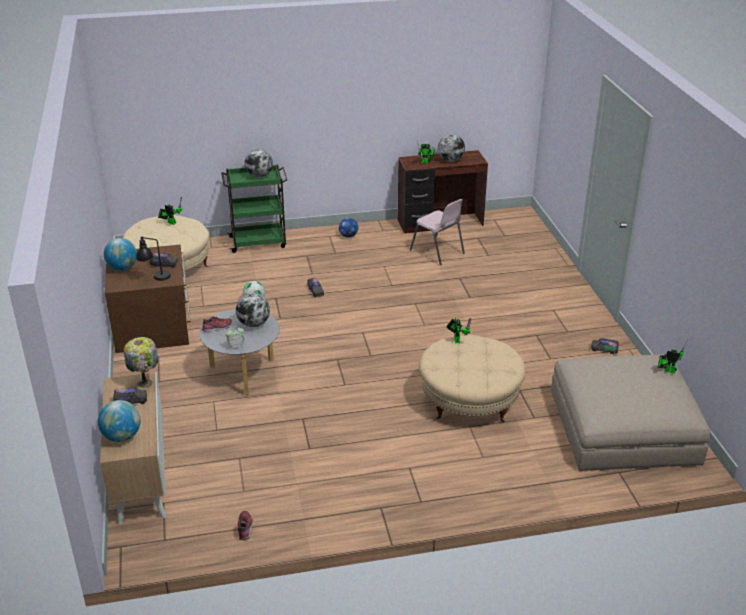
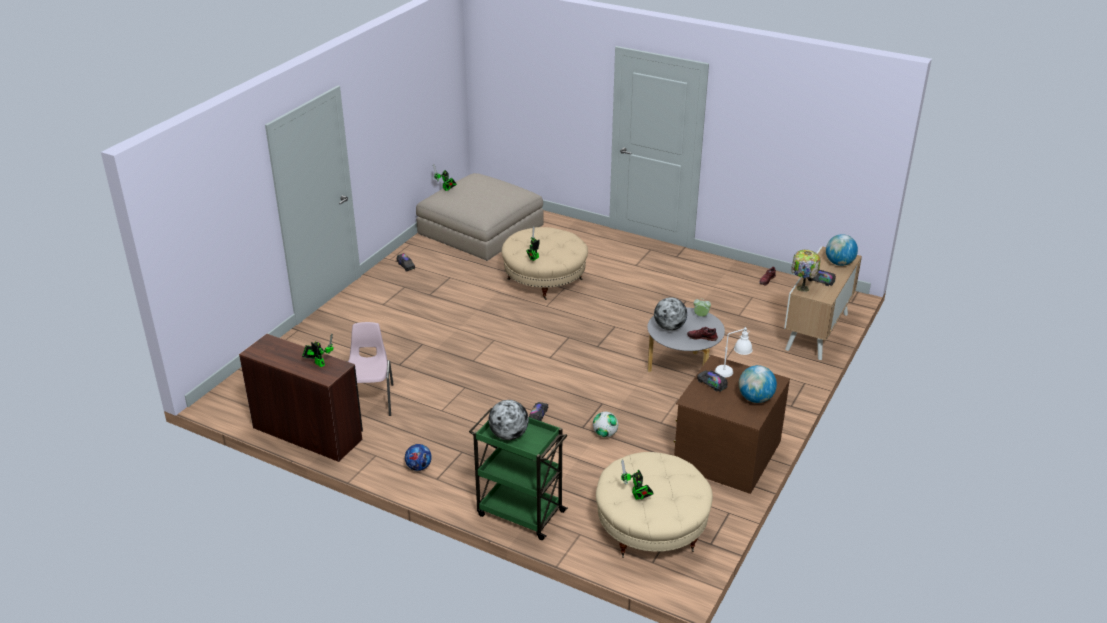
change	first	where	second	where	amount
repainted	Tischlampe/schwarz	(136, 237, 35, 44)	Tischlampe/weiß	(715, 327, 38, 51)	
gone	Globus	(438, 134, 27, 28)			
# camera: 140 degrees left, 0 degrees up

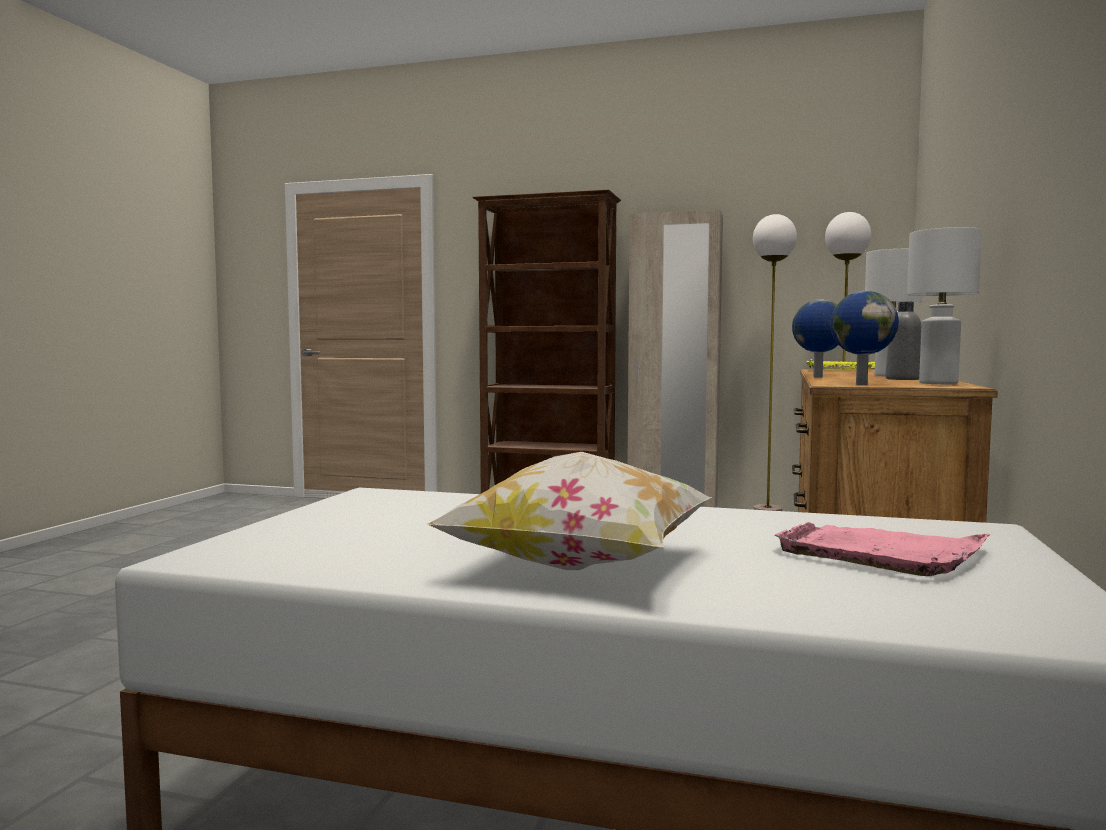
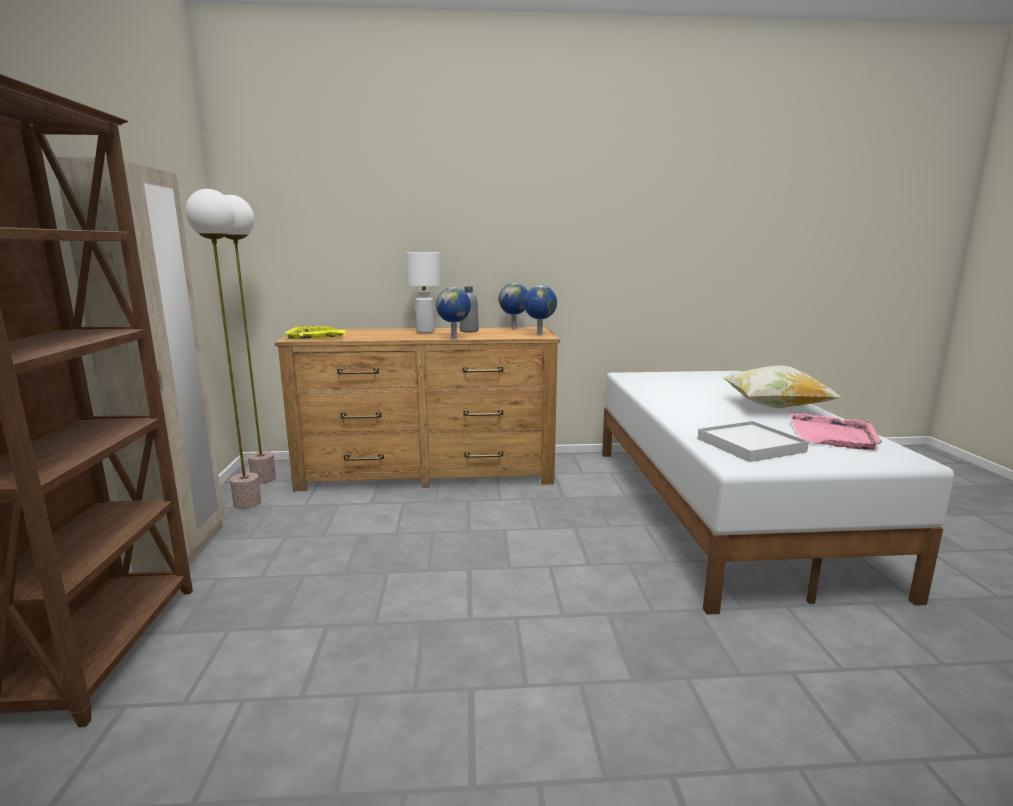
change	first	where	second	where	amount
swapped	Tischlampe/weiß	(907, 227, 75, 157)	Globus	(498, 283, 30, 47)	
new			Tablett/weiß	(698, 421, 111, 41)	
shifted	Tablett/rosa	(774, 522, 217, 54)		(790, 413, 92, 37)	
# camera: 110 degrees left, 10 degrees up

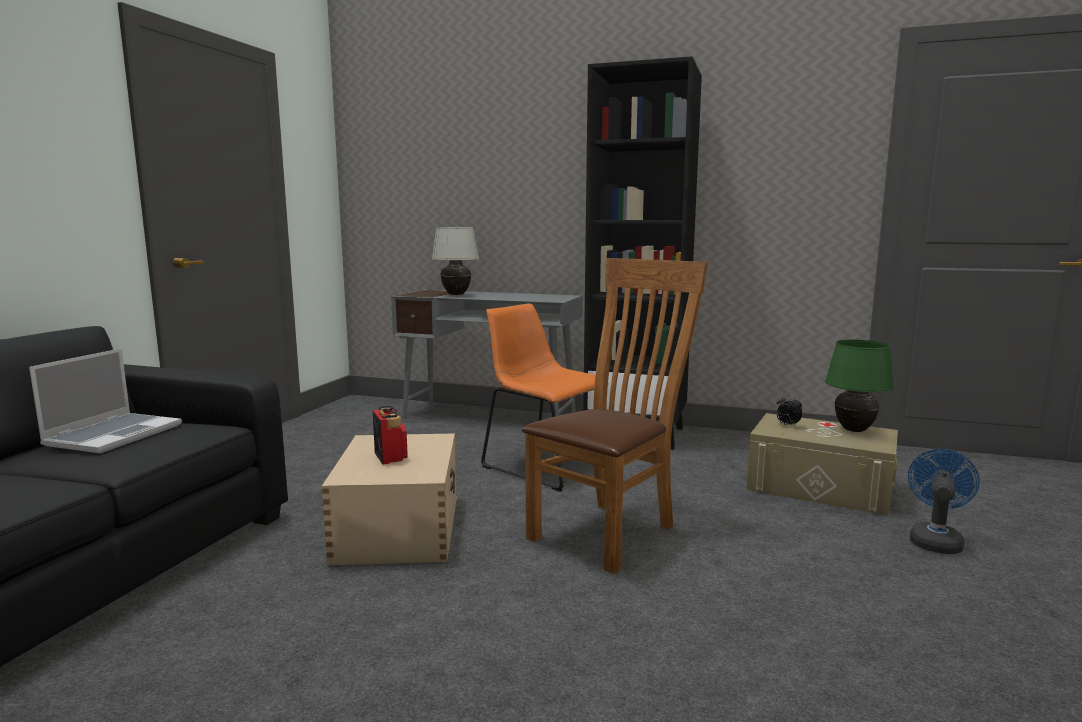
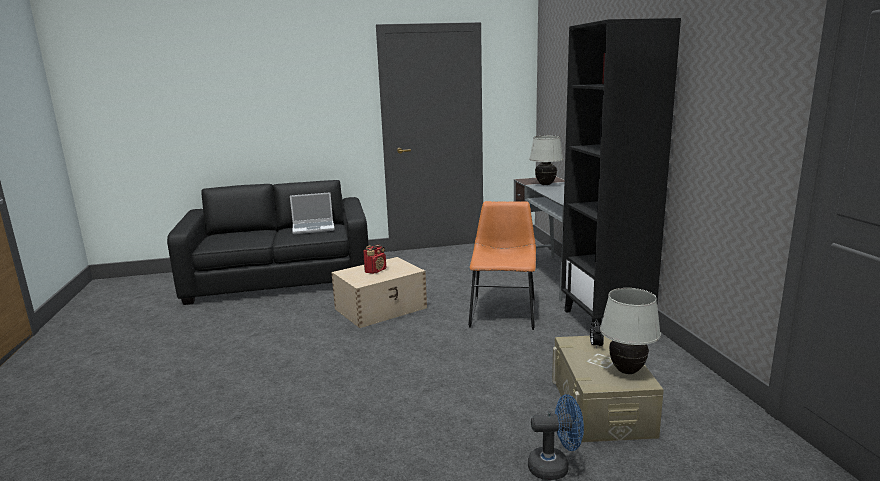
change	first	where	second	where	amount
repainted	Tischlampe/grün	(825, 339, 69, 93)	Tischlampe/weiß	(600, 288, 61, 86)	
gone	Stuhl/braun	(522, 258, 186, 316)			
# camera: 60 degrees right, 5 degrees up

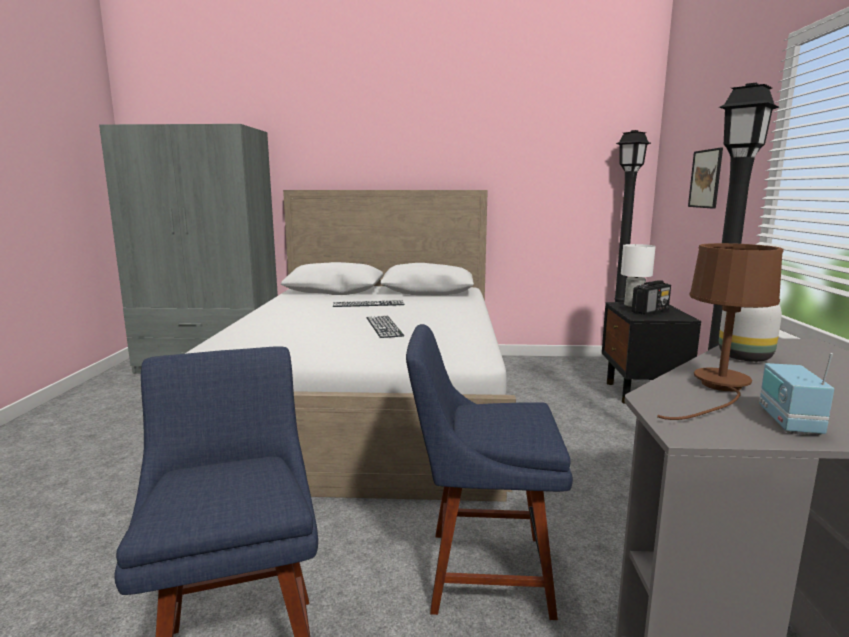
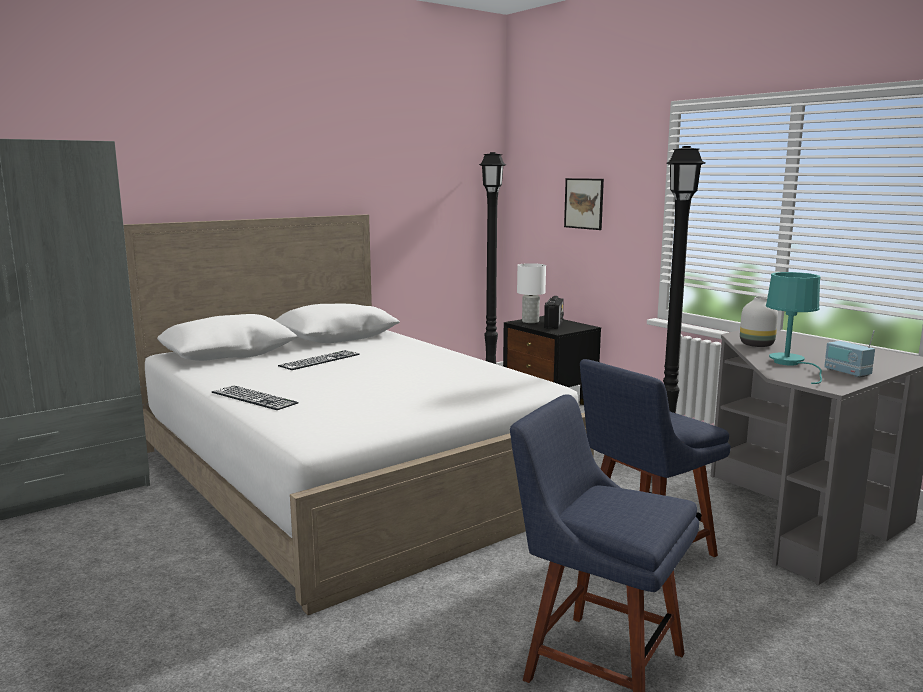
change	first	where	second	where	amount
shifted	Tastatur	(366, 316, 38, 22)		(212, 385, 87, 25)	
repainted	Tischlampe/braun	(657, 243, 126, 177)	Tischlampe/türkis	(766, 272, 56, 112)	
# camera: 40 degrees left, 0 degrees up

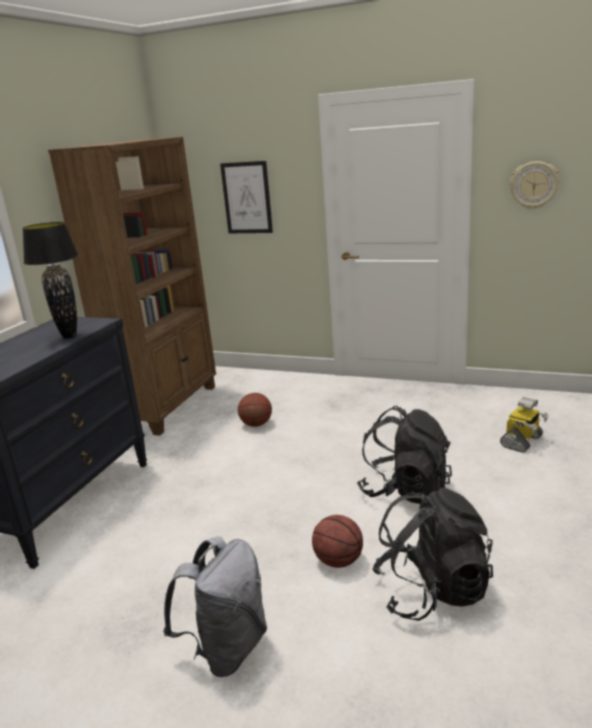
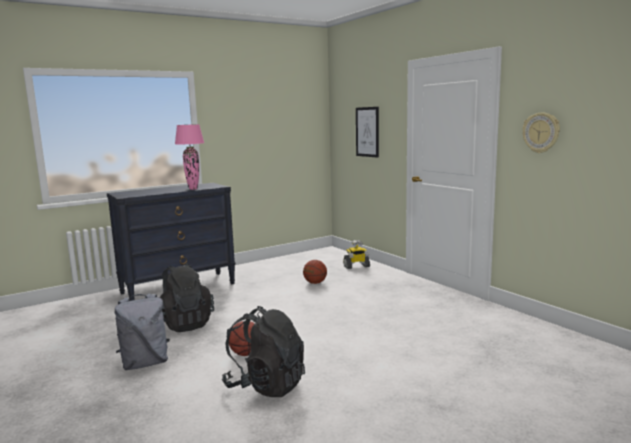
change	first	where	second	where	amount
shifted	Rucksack/schwarz	(357, 406, 95, 98)		(160, 263, 54, 69)	
repainted	Tischlampe/schwarz	(22, 222, 57, 117)	Tischlampe/rosa	(175, 124, 29, 66)	
shifted	Spielzeugroboter	(500, 397, 49, 56)		(343, 240, 27, 29)	
gone	Bücherregal/braun	(48, 137, 168, 299)			
# camera: 35 degrees right, 10 degrees down

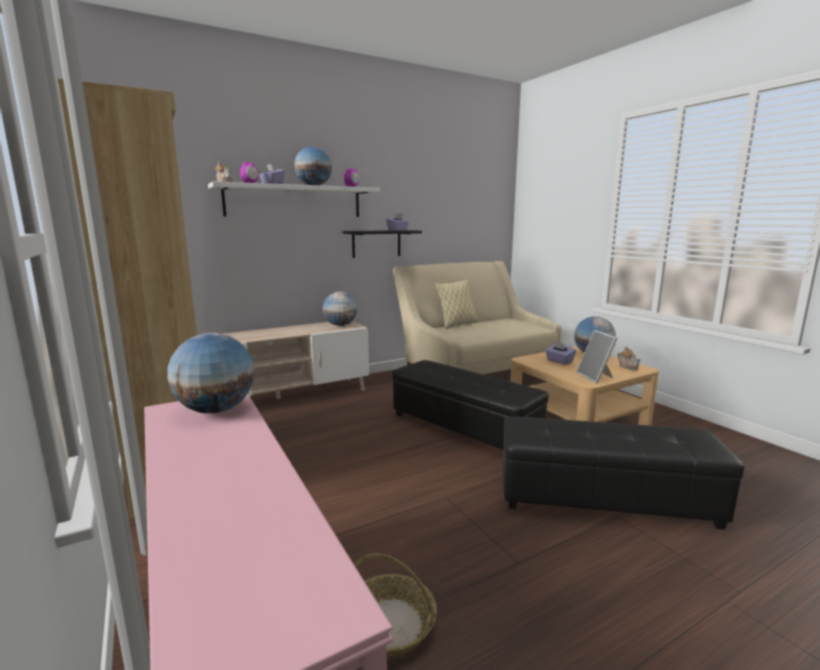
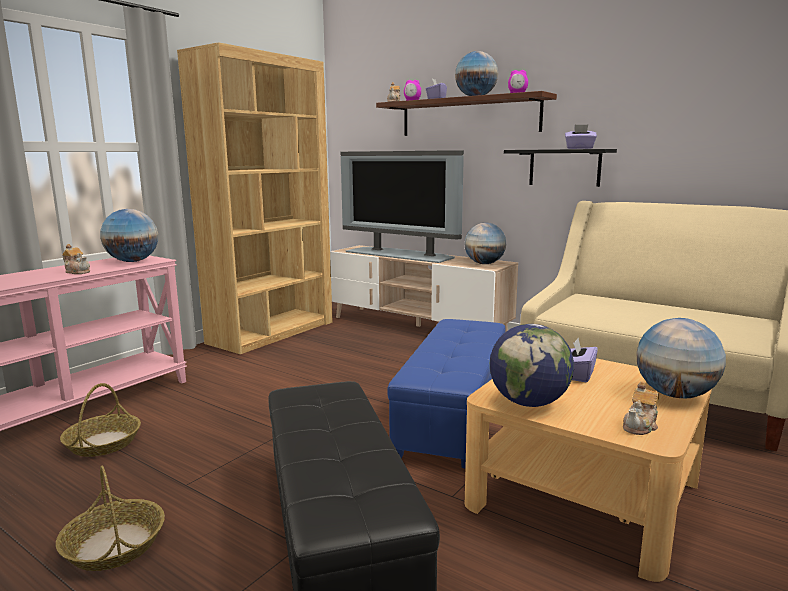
change	first	where	second	where	amount
new			Korb	(56, 466, 109, 105)	
new			Teekanne	(62, 244, 28, 30)	
new			Fernseher	(340, 150, 124, 113)	
repainted	Wandregal/weiß	(208, 182, 172, 35)	Wandregal/braun	(376, 91, 181, 45)	
repainted	Polsterhocker/schwarz	(392, 360, 157, 90)	Polsterhocker/blau	(387, 319, 119, 149)	
swapped	Bilderrahmen	(576, 330, 41, 53)	Globus	(490, 324, 84, 83)	
gone	Kissen	(435, 279, 43, 50)			
# camera: 65 degrees right, 0 degrees up

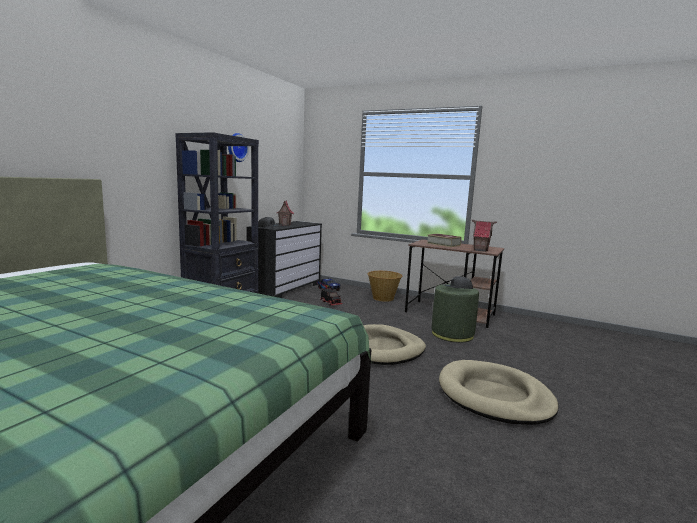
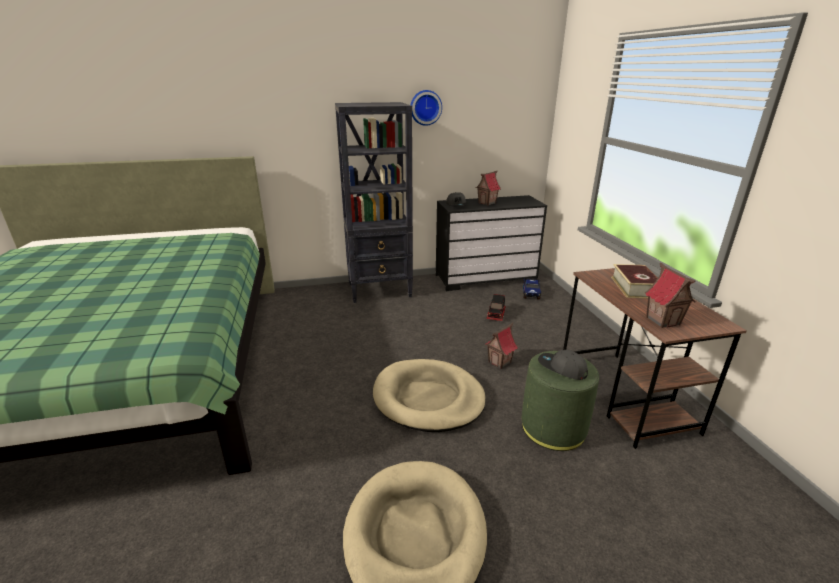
change	first	where	second	where	amount
new			Spielzeughaus	(485, 323, 33, 46)	
gone	Korb	(367, 271, 35, 31)			
# camera: 50 degrees right, 15 degrees up

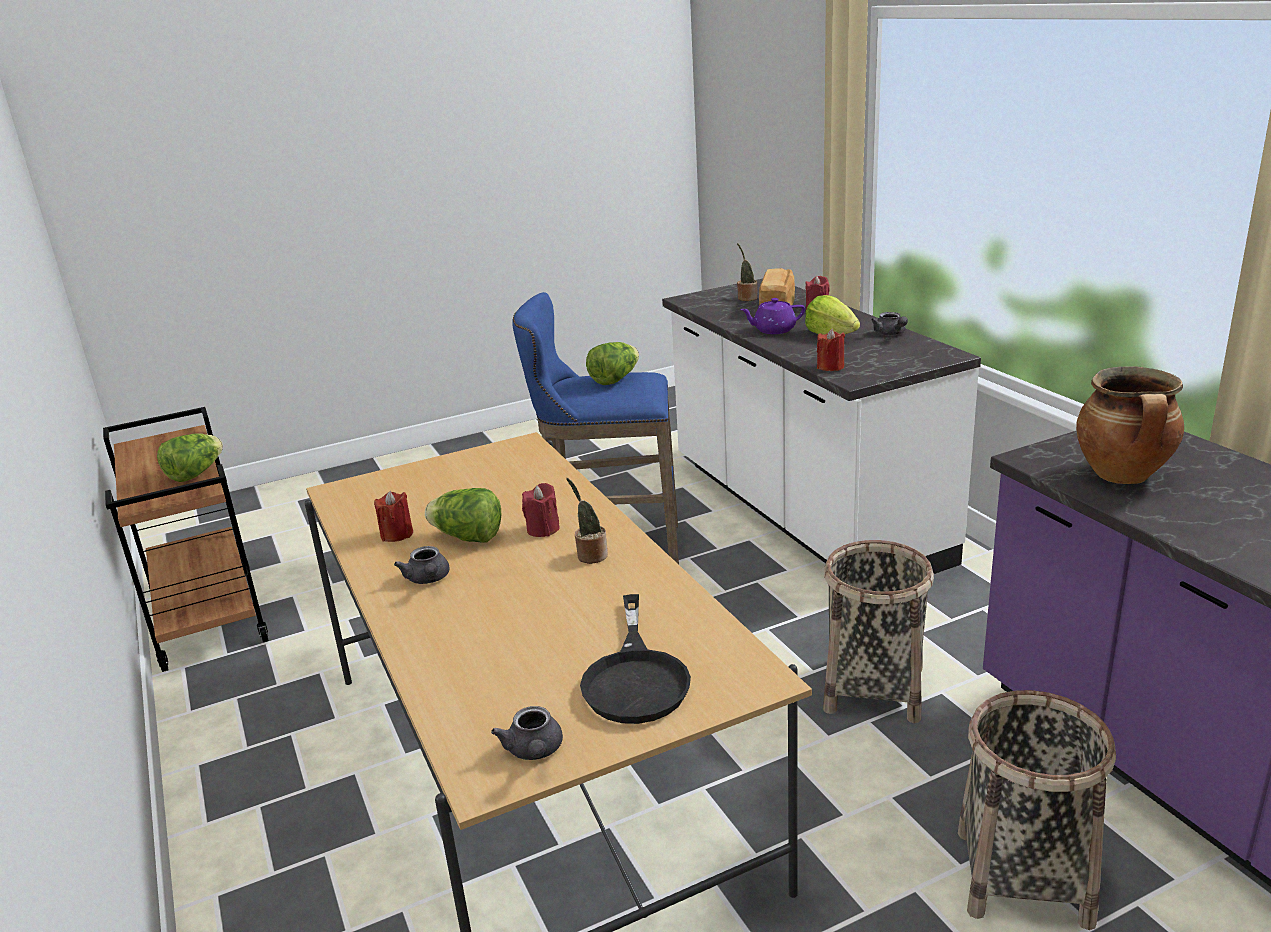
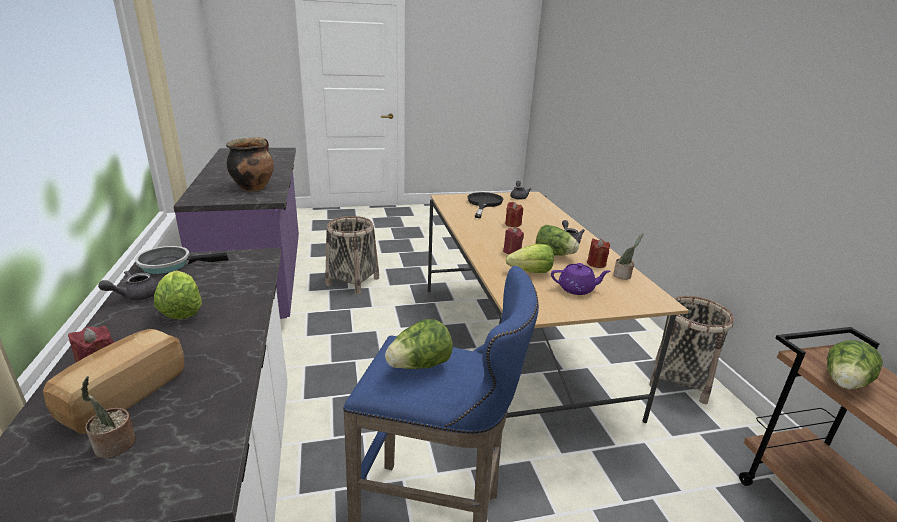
change	first	where	second	where	amount
rotated	Teekanne/grau	(871, 312, 37, 24)		(98, 271, 60, 30)	135 degrees counterclockwise
new			Pfanne	(135, 246, 94, 28)	
shifted	Kerze/rot	(817, 329, 28, 42)		(505, 202, 18, 25)	
new			Salatkopf	(506, 244, 48, 29)	
shifted	Teekanne/lila	(740, 298, 65, 36)		(551, 263, 60, 32)	
shifted	Topfpflanze	(566, 478, 42, 86)		(613, 233, 31, 47)	
shifted	Korb	(823, 540, 111, 183)		(649, 296, 85, 108)	
# camera: 170 degrees left, 0 degrees up

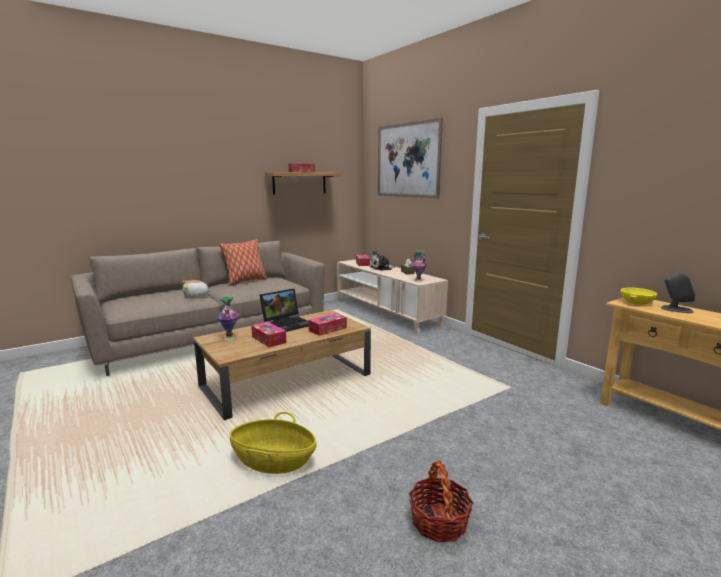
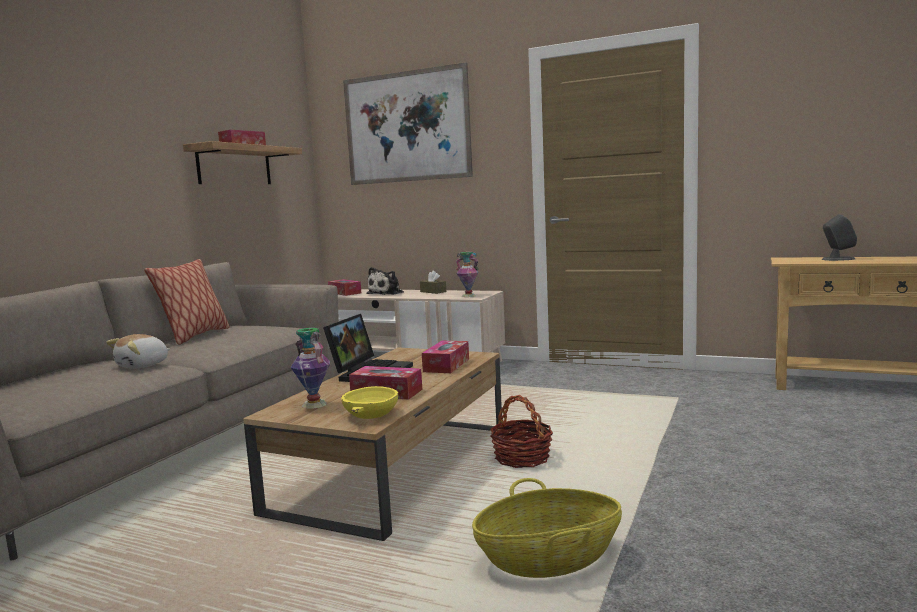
change	first	where	second	where	amount
shifted	Schüssel/gelb	(620, 288, 38, 16)		(341, 386, 57, 33)	
shifted	Korb	(409, 460, 64, 83)		(490, 395, 63, 73)	
# camera: 30 degrees left, 5 degrees down

